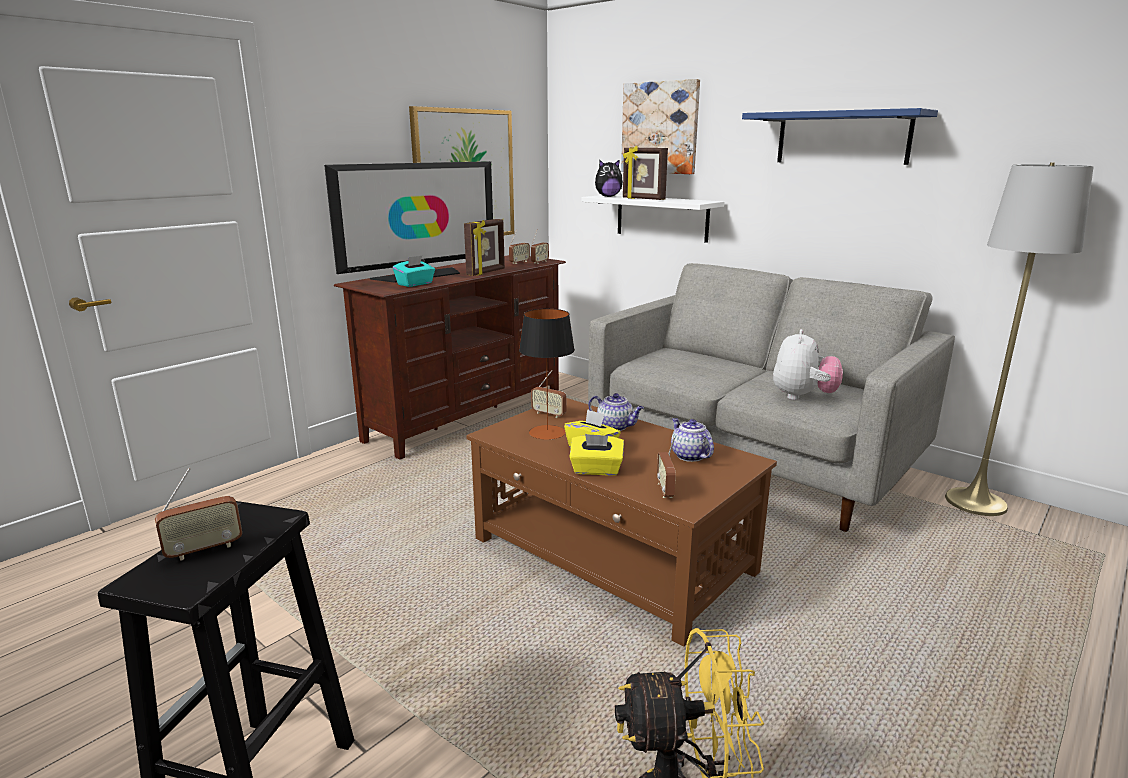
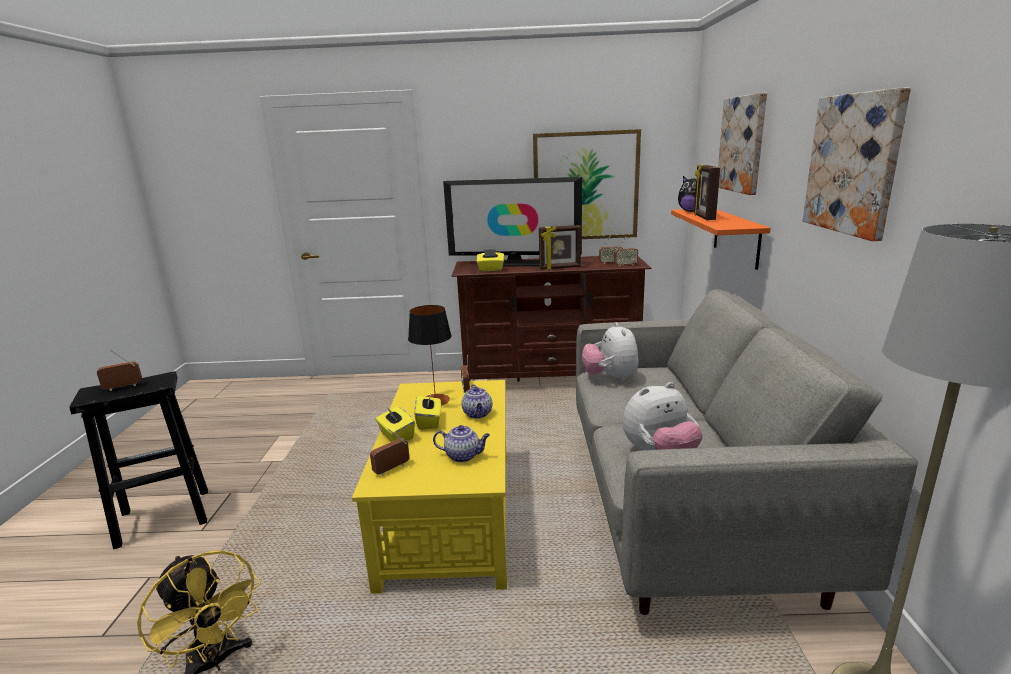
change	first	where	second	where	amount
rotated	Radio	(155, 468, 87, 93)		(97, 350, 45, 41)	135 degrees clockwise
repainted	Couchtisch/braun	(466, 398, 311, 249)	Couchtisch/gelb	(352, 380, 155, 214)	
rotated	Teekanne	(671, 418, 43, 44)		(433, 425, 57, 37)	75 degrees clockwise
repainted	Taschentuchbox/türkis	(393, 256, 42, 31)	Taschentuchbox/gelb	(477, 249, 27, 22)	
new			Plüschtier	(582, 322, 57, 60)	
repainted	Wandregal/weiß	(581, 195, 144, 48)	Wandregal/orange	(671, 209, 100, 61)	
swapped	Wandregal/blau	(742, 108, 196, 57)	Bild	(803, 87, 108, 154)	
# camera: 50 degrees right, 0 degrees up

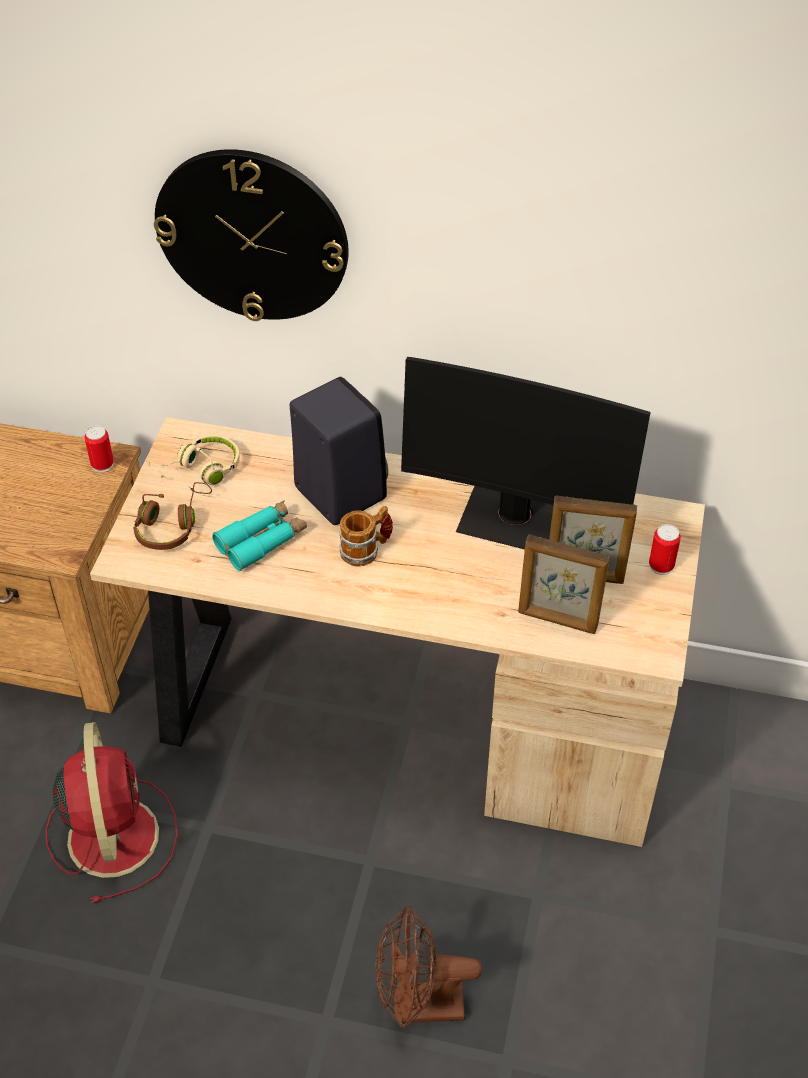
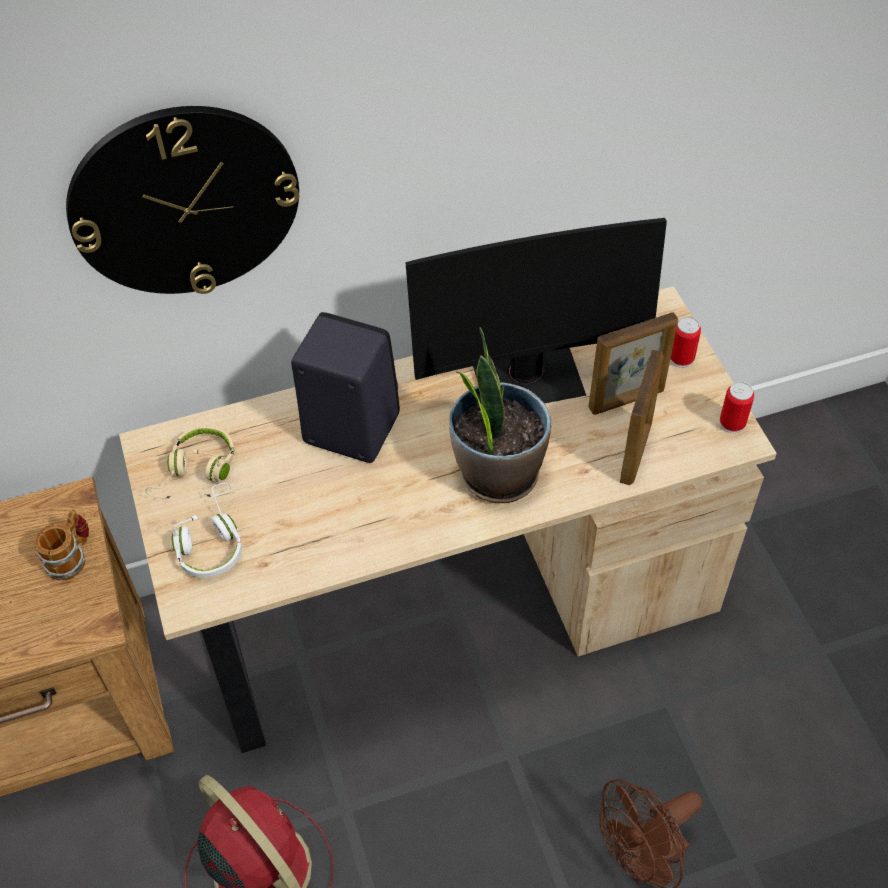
change	first	where	second	where	amount
shifted	Henkelbecher	(340, 506, 53, 61)		(34, 509, 55, 72)	
repainted	Kopfhörer/braun	(133, 482, 79, 68)	Kopfhörer/weiß	(172, 483, 70, 95)	
new			Topfpflanze	(449, 327, 103, 176)	
rotated	Bilderrahmen	(518, 534, 92, 100)		(620, 350, 44, 135)	60 degrees counterclockwise
shifted	Dose	(85, 425, 29, 47)		(720, 382, 34, 51)	
gone	Fernglas/türkis	(212, 500, 95, 71)			
# camera: 30 degrees left, 5 degrees up

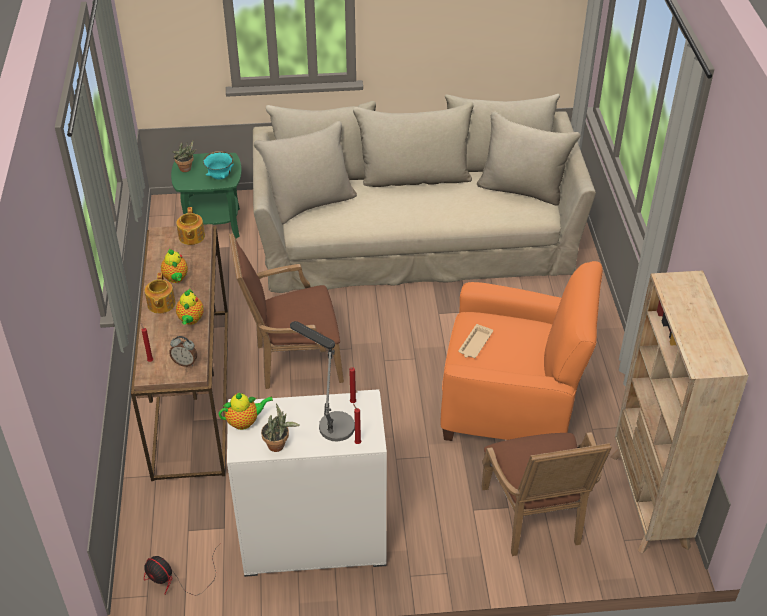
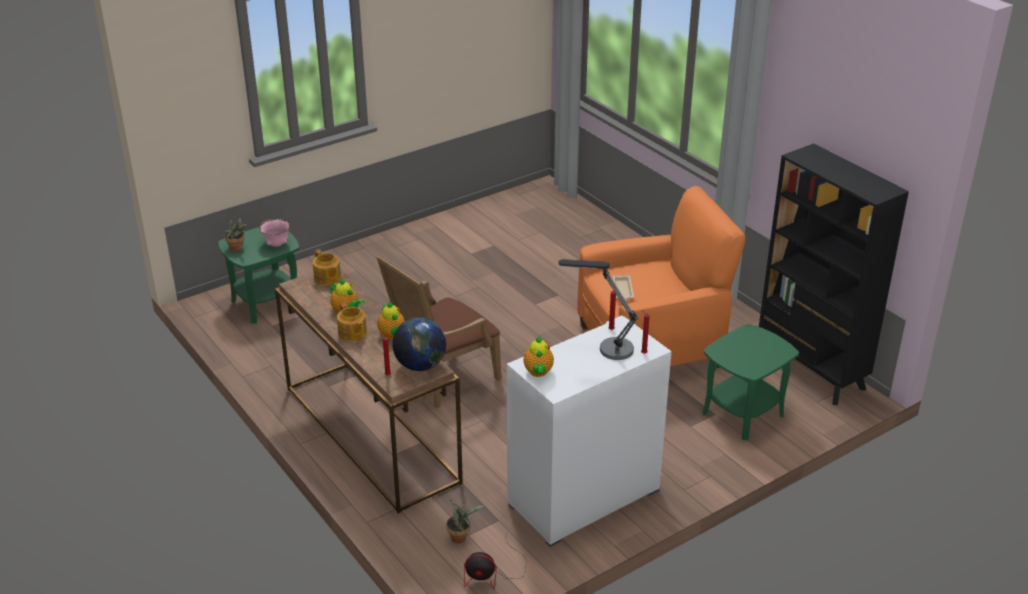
change	first	where	second	where	amount
repainted	Schüssel/türkis	(203, 151, 31, 28)	Schüssel/rosa	(259, 219, 32, 28)	
swapped	Wecker	(169, 336, 28, 31)	Globus	(392, 317, 54, 54)	
shifted	Topfpflanze	(261, 404, 39, 48)		(446, 500, 40, 44)	
rotated	Teekanne	(218, 393, 55, 37)		(523, 337, 31, 40)	135 degrees clockwise
swapped	Sessel/braun	(481, 432, 131, 124)	Beistelltisch/grün	(703, 324, 96, 116)	
repainted	Bücherregal/beige	(610, 270, 139, 284)	Bücherregal/schwarz	(759, 143, 150, 262)	
gone	Sofa/beige	(253, 94, 343, 199)			
# camera: 30 degrees left, 10 degrees down

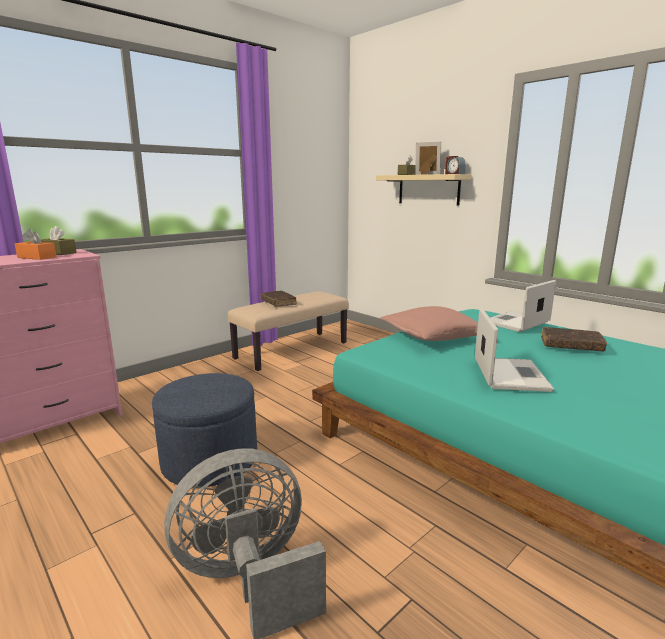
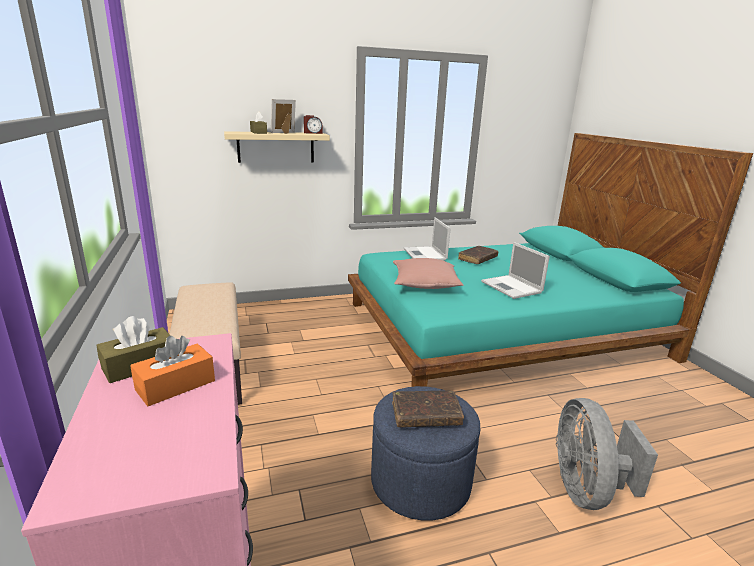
change	first	where	second	where	amount
shifted	Buch/braun	(260, 290, 37, 16)		(392, 390, 72, 38)	
rotated	Laptop	(475, 308, 79, 84)		(481, 242, 69, 57)	150 degrees counterclockwise
# camera: 65 degrees left, 5 degrees up

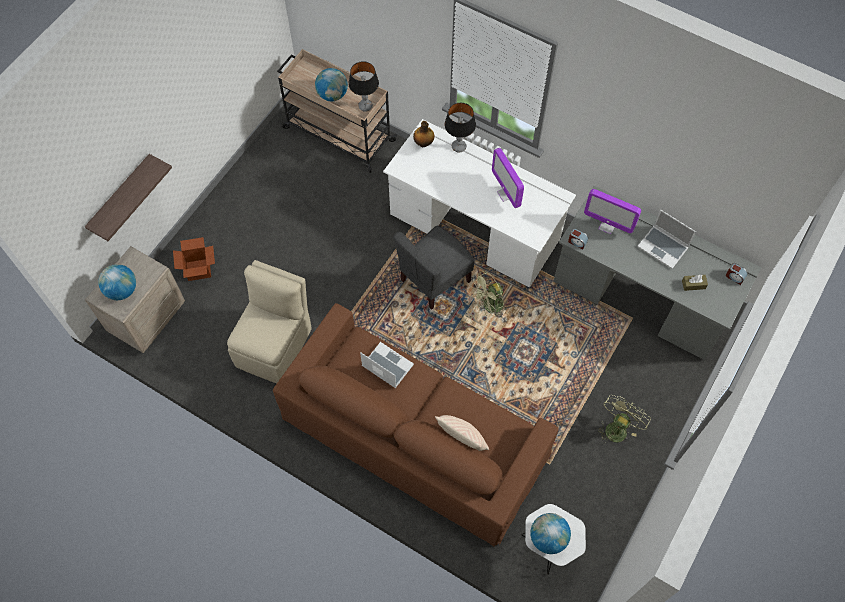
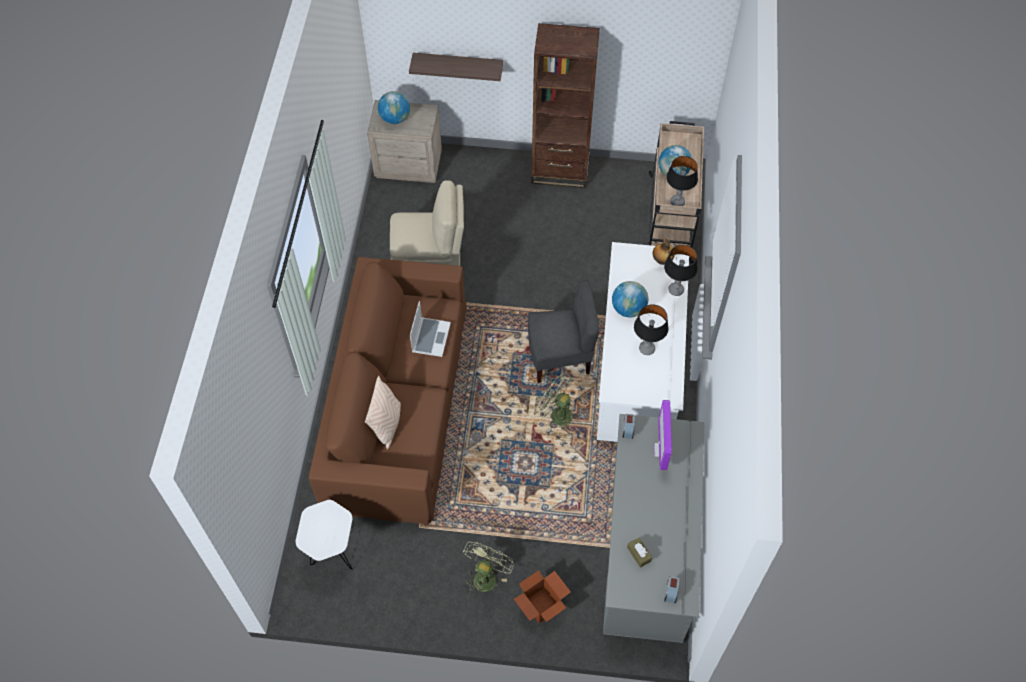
change	first	where	second	where	amount
rotated	Ventilator/grün	(598, 395, 53, 48)		(463, 542, 51, 53)	75 degrees counterclockwise
shifted	Karton	(173, 237, 42, 44)		(514, 570, 57, 53)	
rotated	Stuhl/grau	(393, 226, 81, 84)		(528, 280, 71, 103)	150 degrees clockwise
new			Bücherregal/braun	(531, 23, 69, 165)	
shifted	Globus	(530, 513, 41, 41)		(612, 281, 36, 36)	
swapped	Monitor	(492, 148, 32, 60)	Tischlampe	(634, 304, 34, 51)	
gone	Laptop	(637, 210, 59, 59)			
# camera: 65 degrees right, 5 degrees down

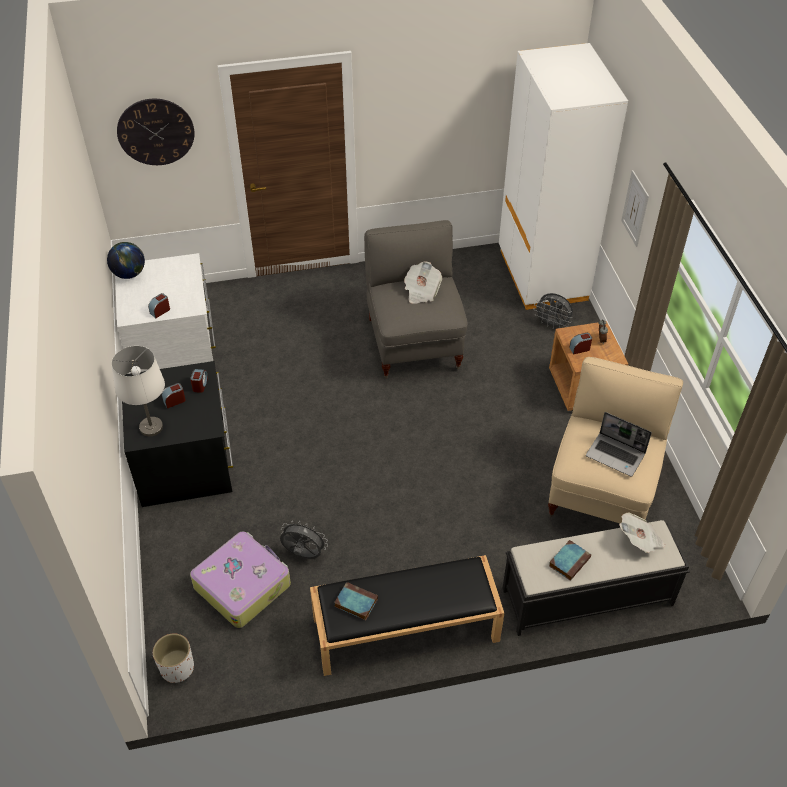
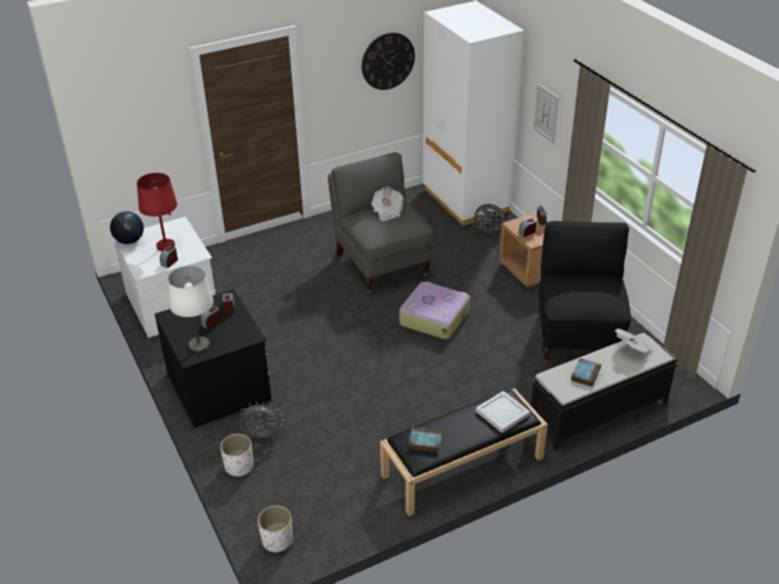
change	first	where	second	where	amount
new			Tischlampe/rot	(137, 173, 40, 78)	
new			Pflanzkübel/weiß	(220, 433, 33, 44)	
shifted	Ventilator/grau	(280, 520, 48, 39)		(240, 401, 44, 37)	
shifted	Wanduhr	(117, 99, 78, 66)		(362, 32, 53, 58)	
shifted	Koffer	(190, 531, 101, 97)		(399, 281, 71, 58)	
new			Tablett/weiß	(476, 391, 54, 42)	
repainted	Sessel/beige	(548, 357, 135, 166)	Sessel/schwarz	(538, 221, 93, 142)	
gone	Laptop	(586, 412, 66, 65)			
# camera: 15 degrees left, 10 degrees down

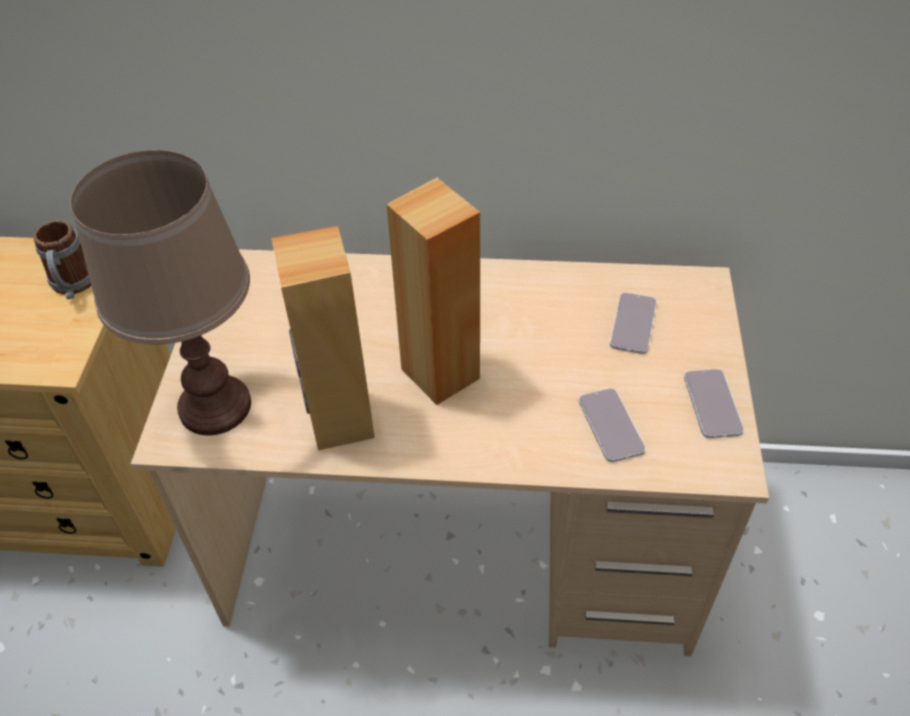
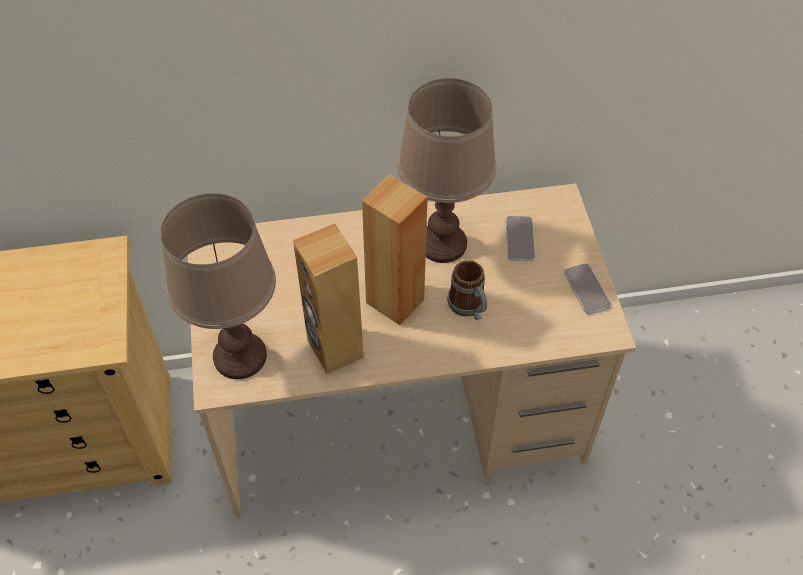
change	first	where	second	where	amount
new			Tischlampe/braun	(398, 78, 98, 185)	
shifted	Henkelbecher	(33, 220, 58, 79)		(447, 260, 40, 60)	
gone	Handy	(579, 388, 67, 74)			
# camera: 15 degrees left, 5 degrees up

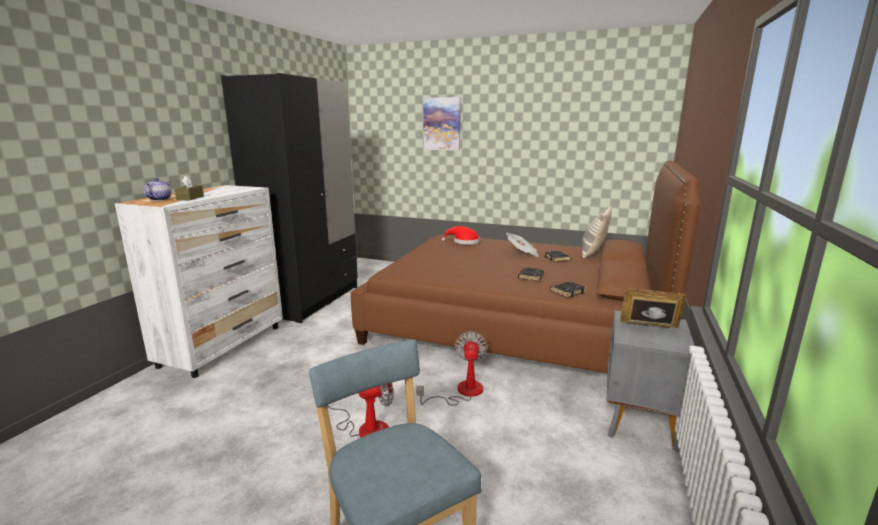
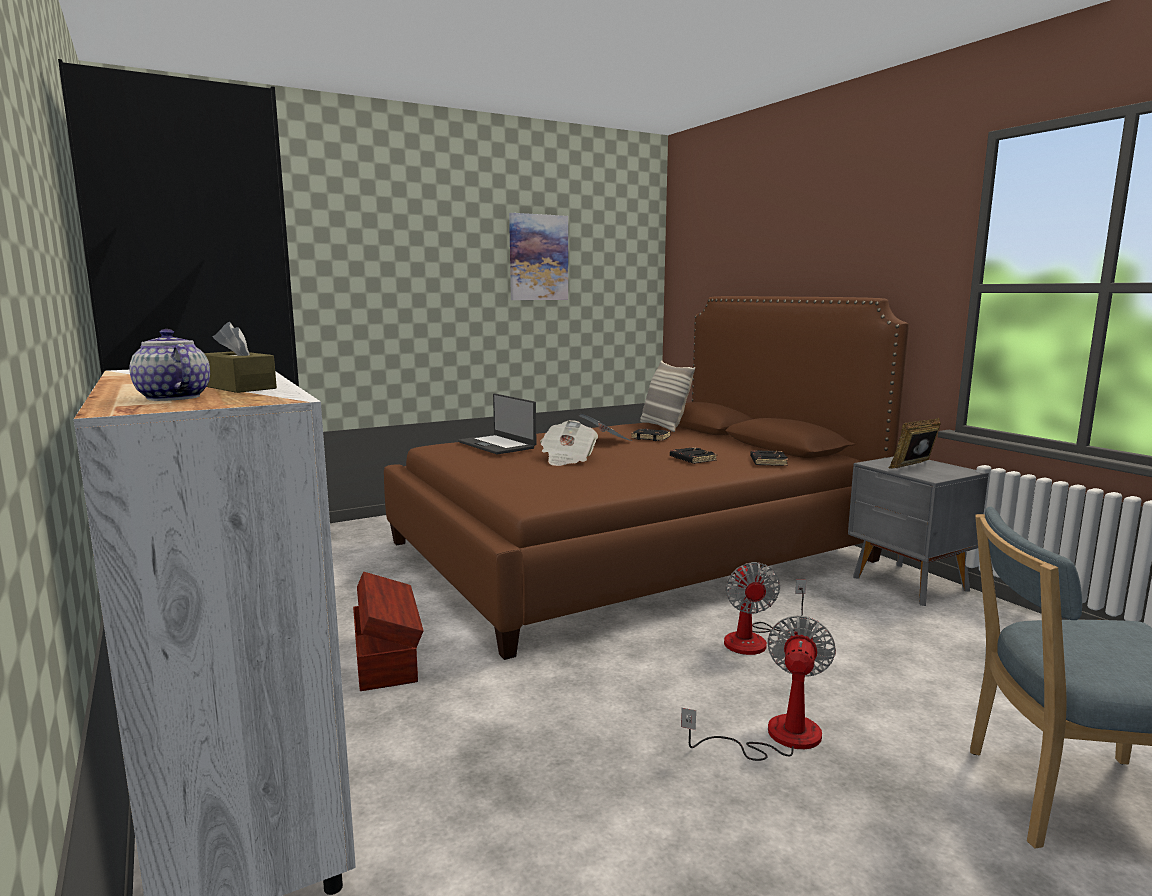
change	first	where	second	where	amount
new			Aufbewahrungsbox/braun	(353, 572, 70, 119)	
swapped	Hut/rot	(442, 226, 38, 18)	Laptop	(458, 393, 78, 62)	
shifted	Bild	(423, 97, 38, 54)		(509, 213, 59, 87)	
new			Zeitung	(540, 420, 58, 46)	
rotated	Ventilator	(416, 332, 72, 74)		(724, 562, 82, 93)	135 degrees counterclockwise
# camera: 50 degrees left, 5 degrees down

